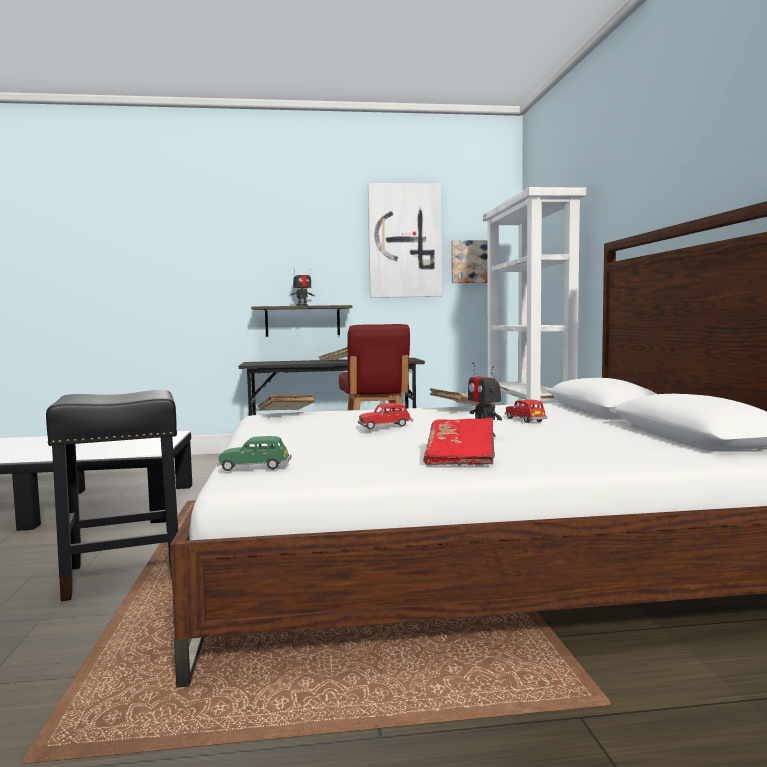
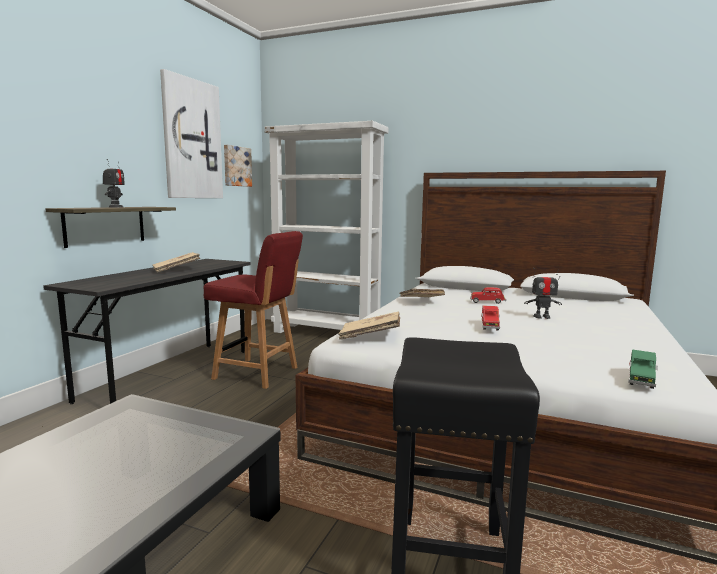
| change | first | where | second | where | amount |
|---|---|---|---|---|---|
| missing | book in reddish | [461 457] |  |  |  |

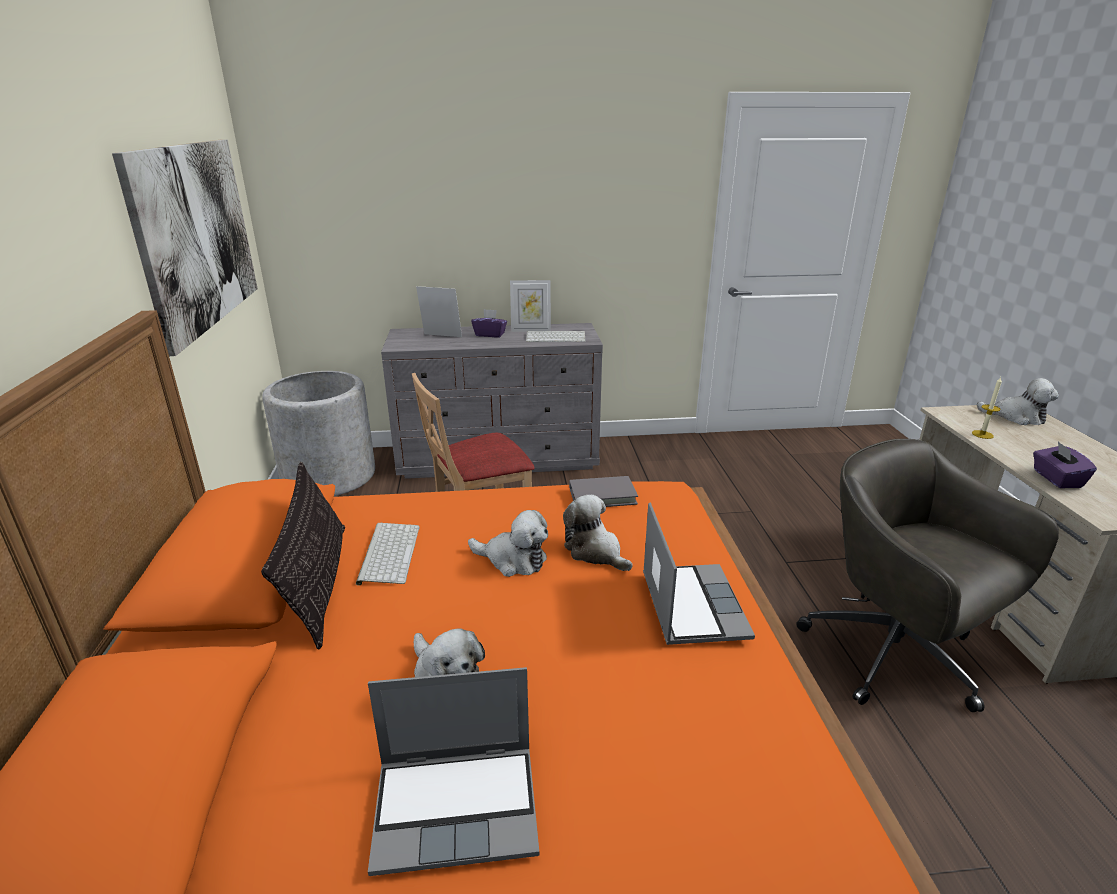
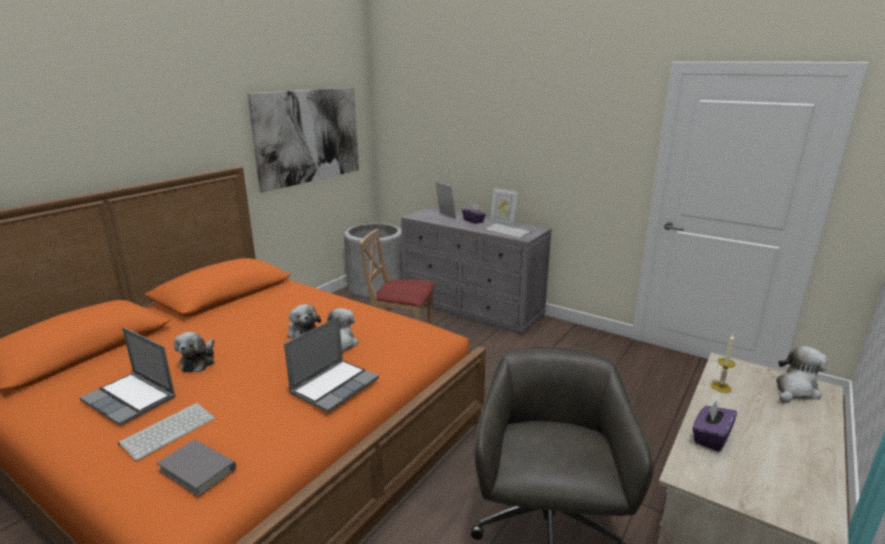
| change | first | where | second | where | amount |
|---|---|---|---|---|---|
| missing | pillow | [319 582] |  |  |  |
| relocated | keyboard | [388 553] |  | [169 430] |  |
| relocated | book in grey | [602 495] |  | [197 469] |  |
| spun | cuddly toy | [1016 417] |  | [795 390] | 105 degrees counterclockwise |

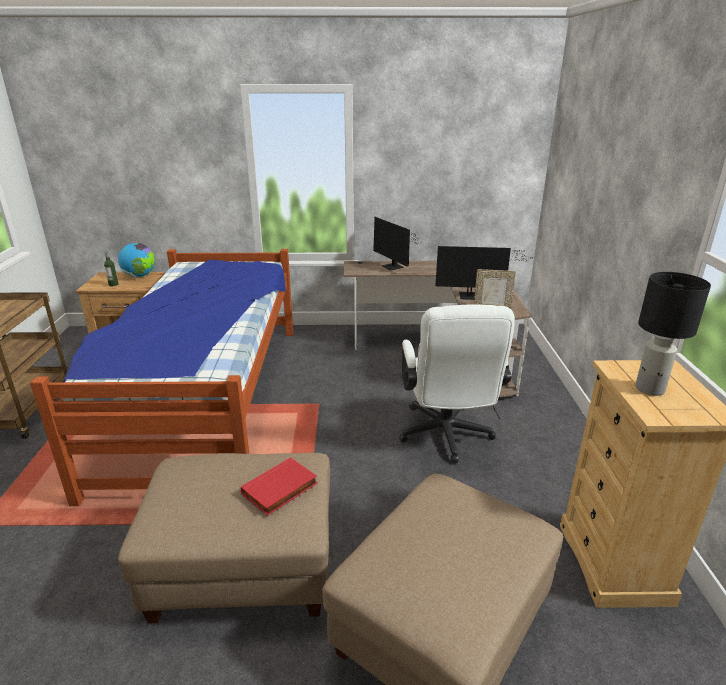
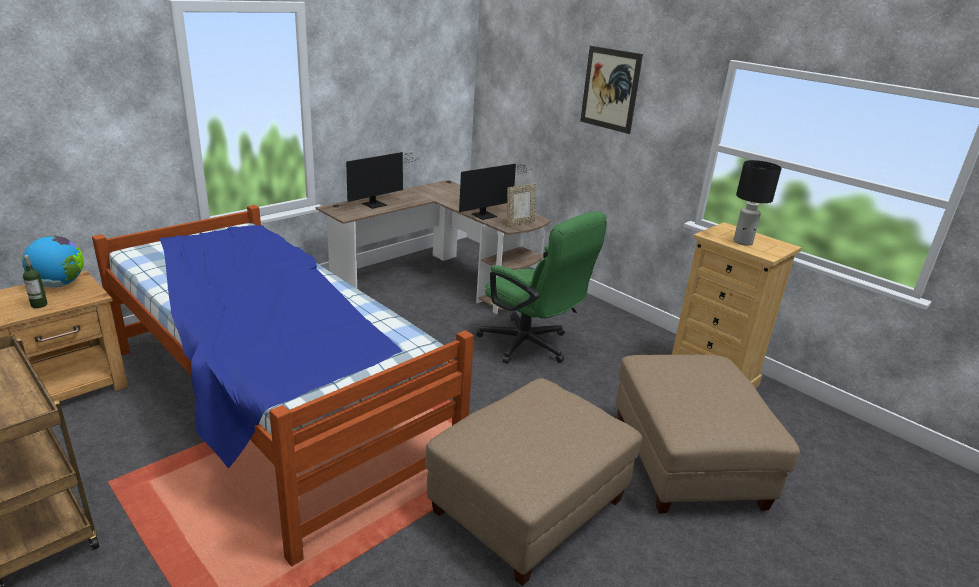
| change | first | where | second | where | amount |
|---|---|---|---|---|---|
| missing | book in reddish | [280 490] |  |  |  |
| spun | computer screen | [393 267] |  | [377 204] | 60 degrees counterclockwise |
| colour | desk chair in white-coloured | [446 437] | desk chair in green-coloured | [531 346] |  |
| appeared |  |  | wall art | [610 89] |  |

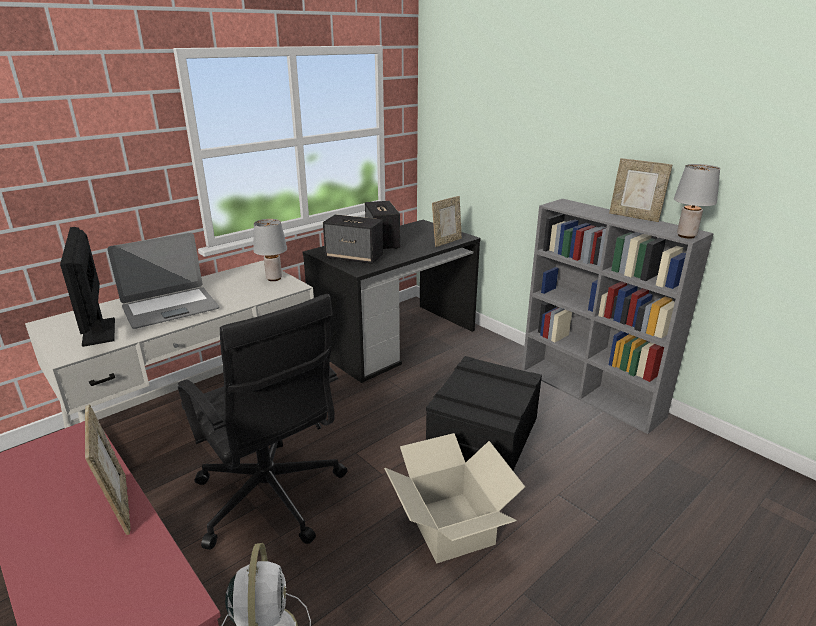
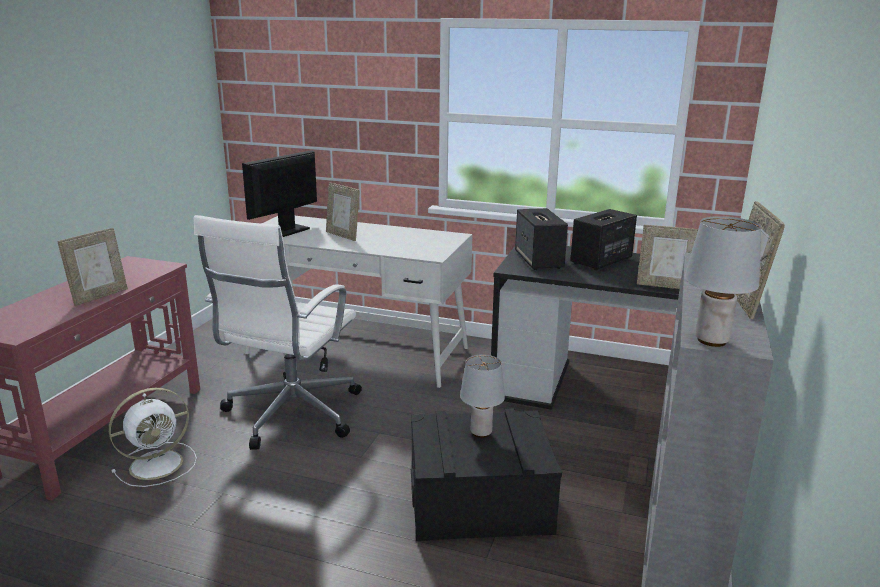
| change | first | where | second | where | amount |
|---|---|---|---|---|---|
| exchanged | portable computer | [170 308] | standing frame | [343 235] |  |
| colour | desk chair in black-coloured | [271 499] | desk chair in white-coloured | [290 415] |  |
| relocated | lamp for a table in grey | [273 278] |  | [480 433] |  |
| missing | cardboard box | [450 526] |  |  |  |

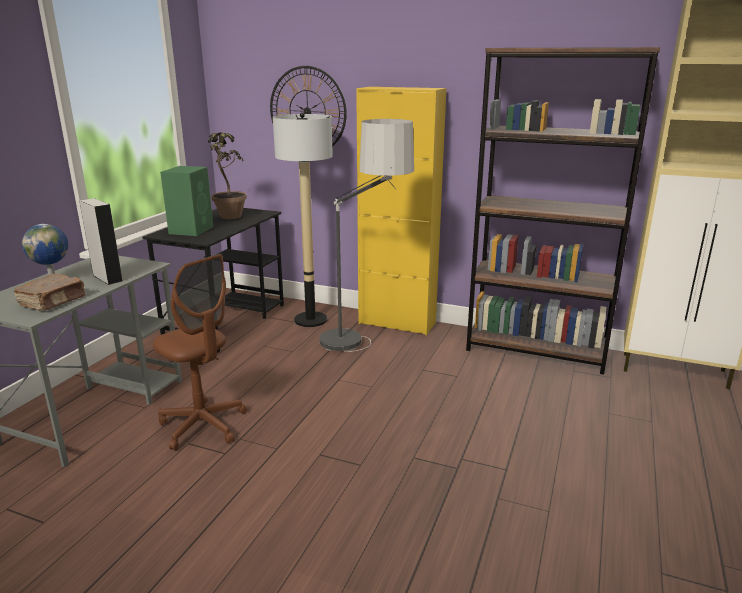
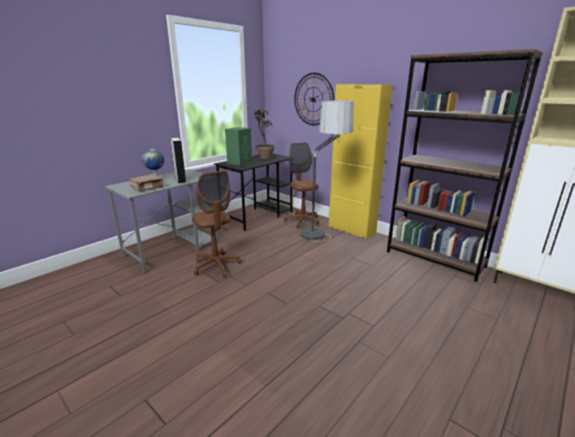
| change | first | where | second | where | amount |
|---|---|---|---|---|---|
| exchanged | standard lamp | [310 320] | desk chair in brownish | [302 221] |  |

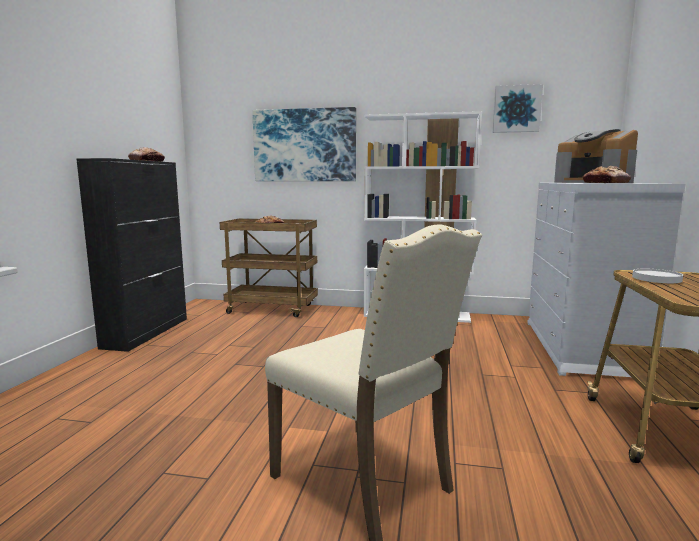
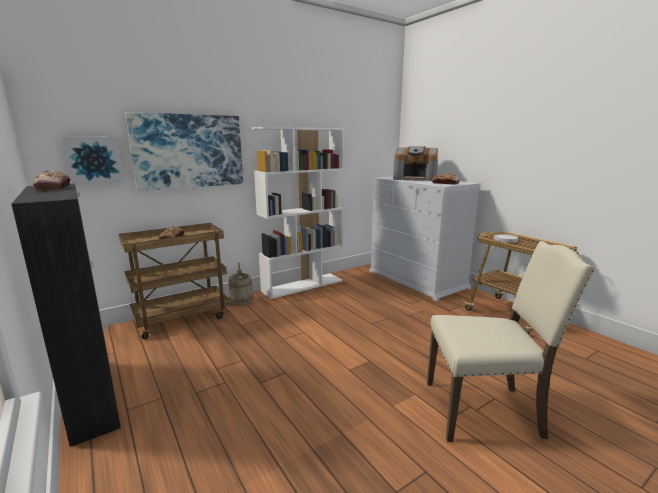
| change | first | where | second | where | amount |
|---|---|---|---|---|---|
| relocated | wall art | [516 109] |  | [94 160] |  |
| appeared |  |  | pail in sand-coloured | [241 300] |  |

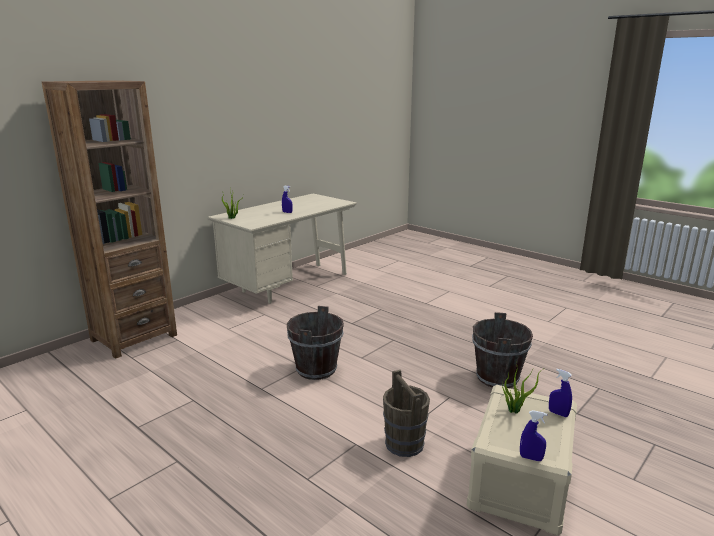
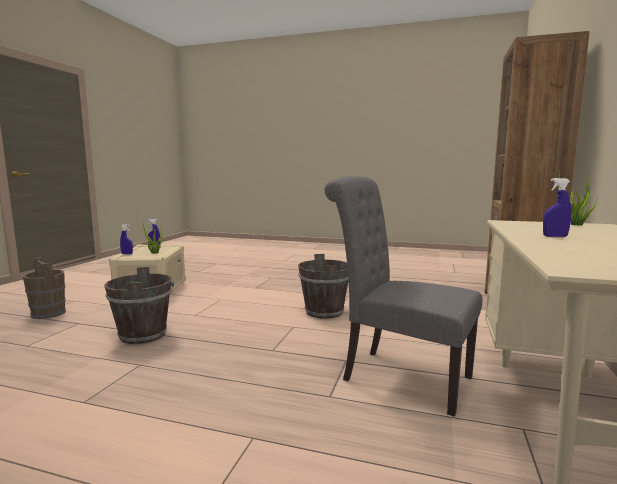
| change | first | where | second | where | amount |
|---|---|---|---|---|---|
| relocated | pail in brownish | [404 444] |  | [48 313] |  |
| appeared |  |  | plain chair in grey | [399 376] |  |

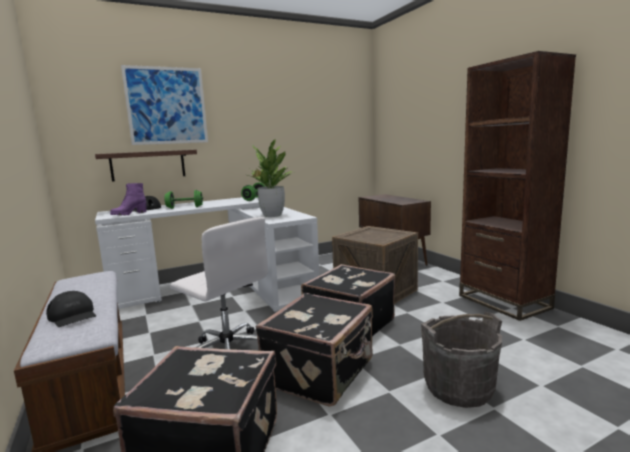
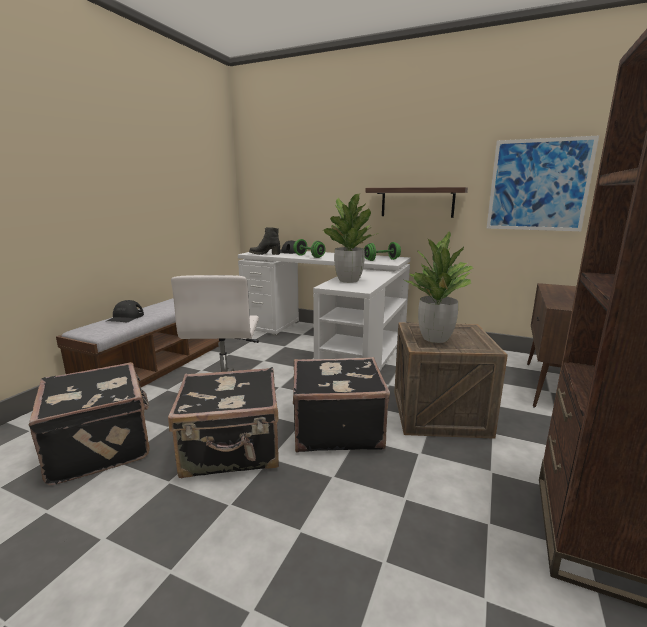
| change | first | where | second | where | amount |
|---|---|---|---|---|---|
| relocated | wall shelf | [148 165] |  | [417 202] |  |
| colour | boot in purplish | [129 214] | boot in black-coloured | [265 254] |  |
| relocated | wall art | [167 106] |  | [538 185] |  |
| missing | pail in grey | [458 388] |  |  |  |
| appeared |  |  | plant in a pot | [435 338] |  |

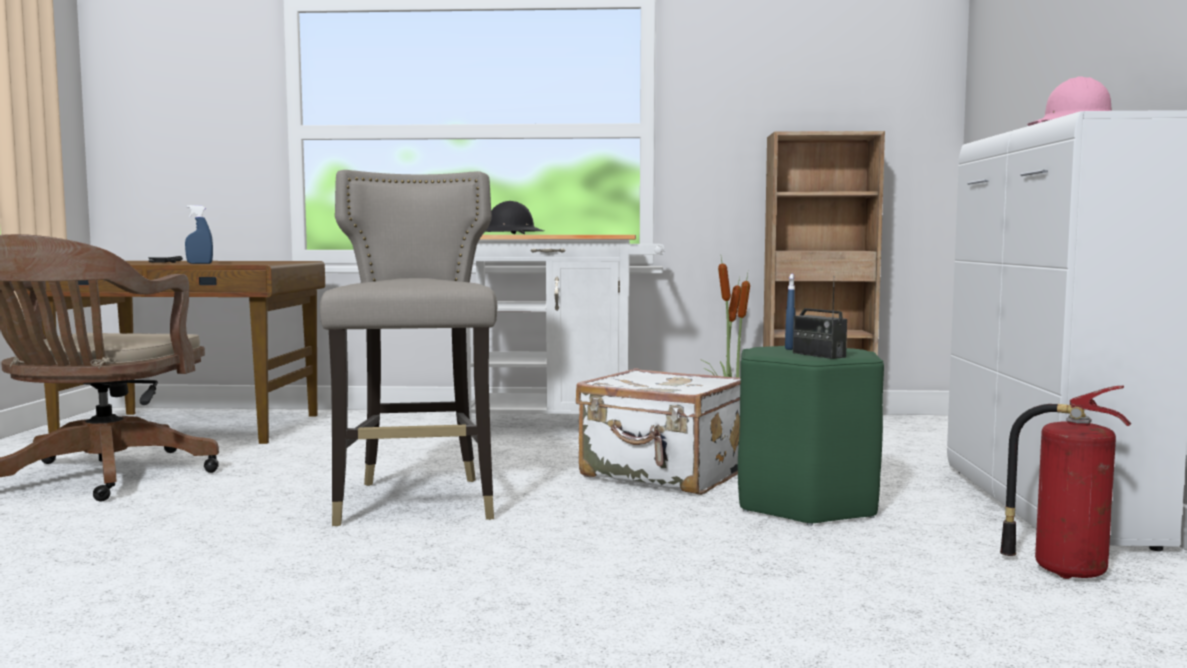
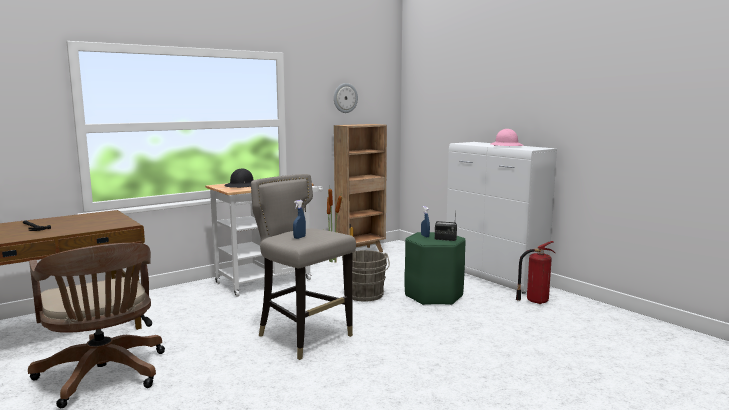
| change | first | where | second | where | amount |
|---|---|---|---|---|---|
| relocated | sprayer in bluish | [199 263] |  | [299 237] |  |
| exchanged | suitcase in white-coloured | [664 475] | pail in grey | [365 296] |  |
| appeared |  |  | clock on the wall | [345 98] |  |

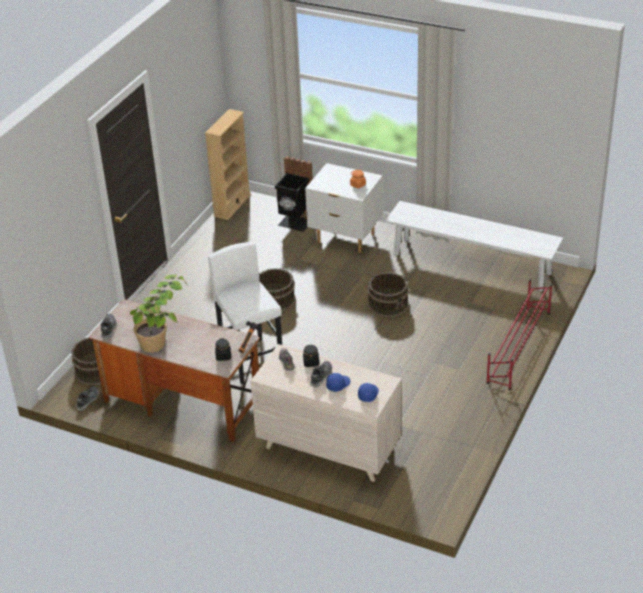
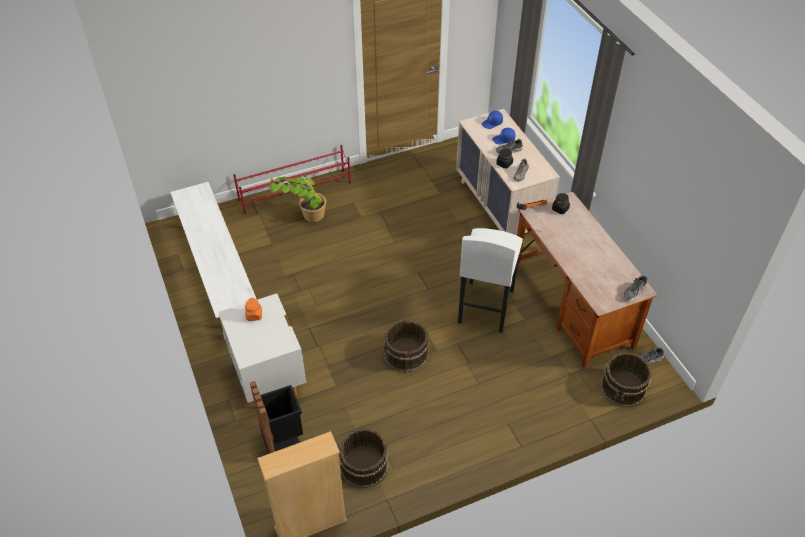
| change | first | where | second | where | amount |
|---|---|---|---|---|---|
| relocated | plant in a pot | [163 338] |  | [302 215] |  |
| relocated | pail in brownish | [388 304] |  | [363 465] |  |

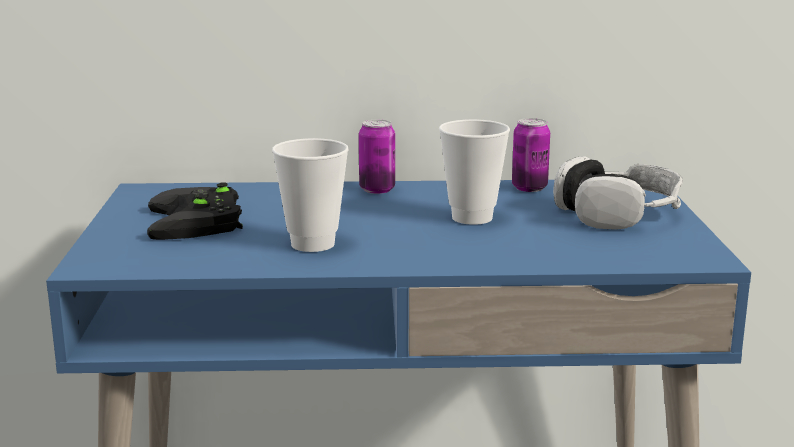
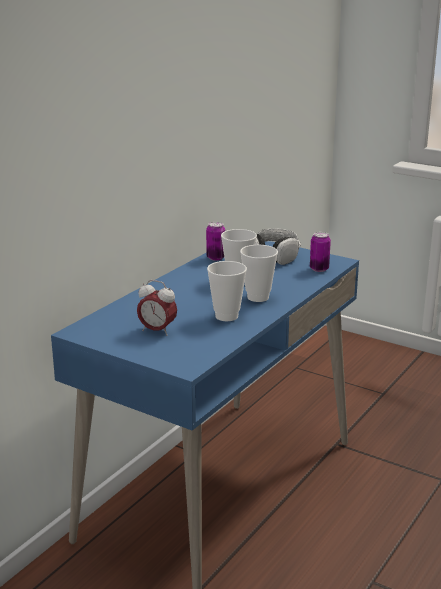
| change | first | where | second | where | amount |
|---|---|---|---|---|---|
| exchanged | game controller in black-coloured | [199 222] | table clock | [157 331] |  |
| relocated | sealed can | [377 189] |  | [319 269] |  |
| appeared |  |  | drinking cup | [258 297] |  |

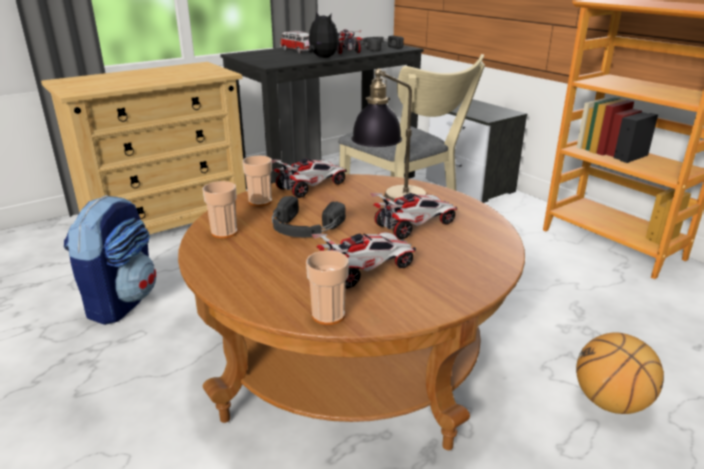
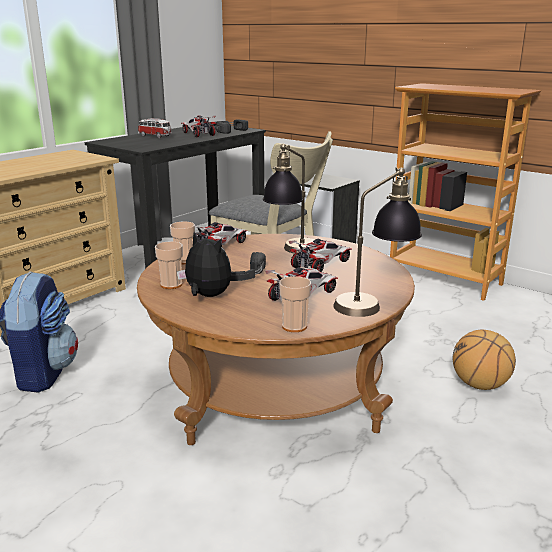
| change | first | where | second | where | amount |
|---|---|---|---|---|---|
| relocated | cuddly toy | [322 58] |  | [206 296] |  |
| appeared |  |  | lamp for a table | [374 303] |  |

